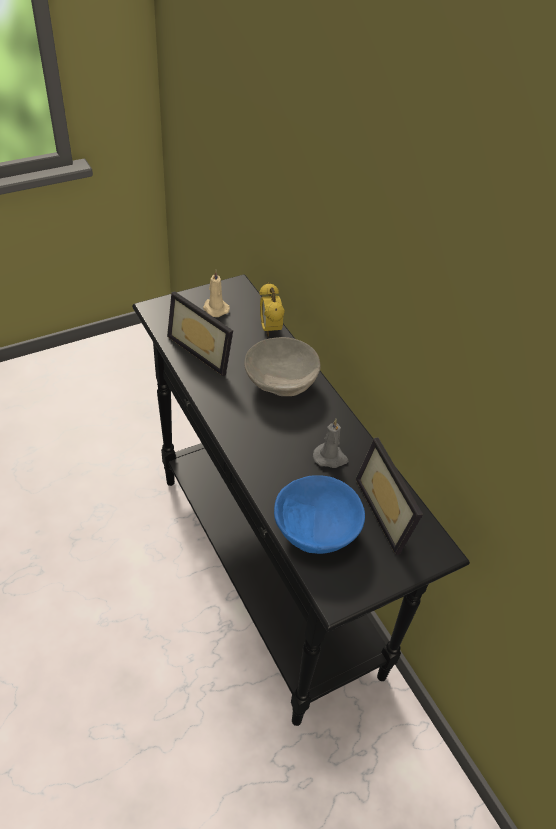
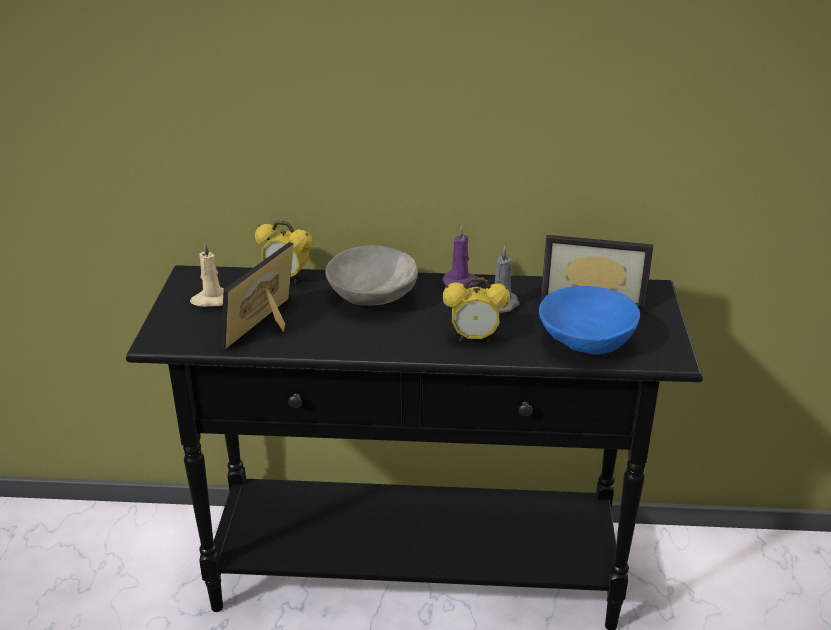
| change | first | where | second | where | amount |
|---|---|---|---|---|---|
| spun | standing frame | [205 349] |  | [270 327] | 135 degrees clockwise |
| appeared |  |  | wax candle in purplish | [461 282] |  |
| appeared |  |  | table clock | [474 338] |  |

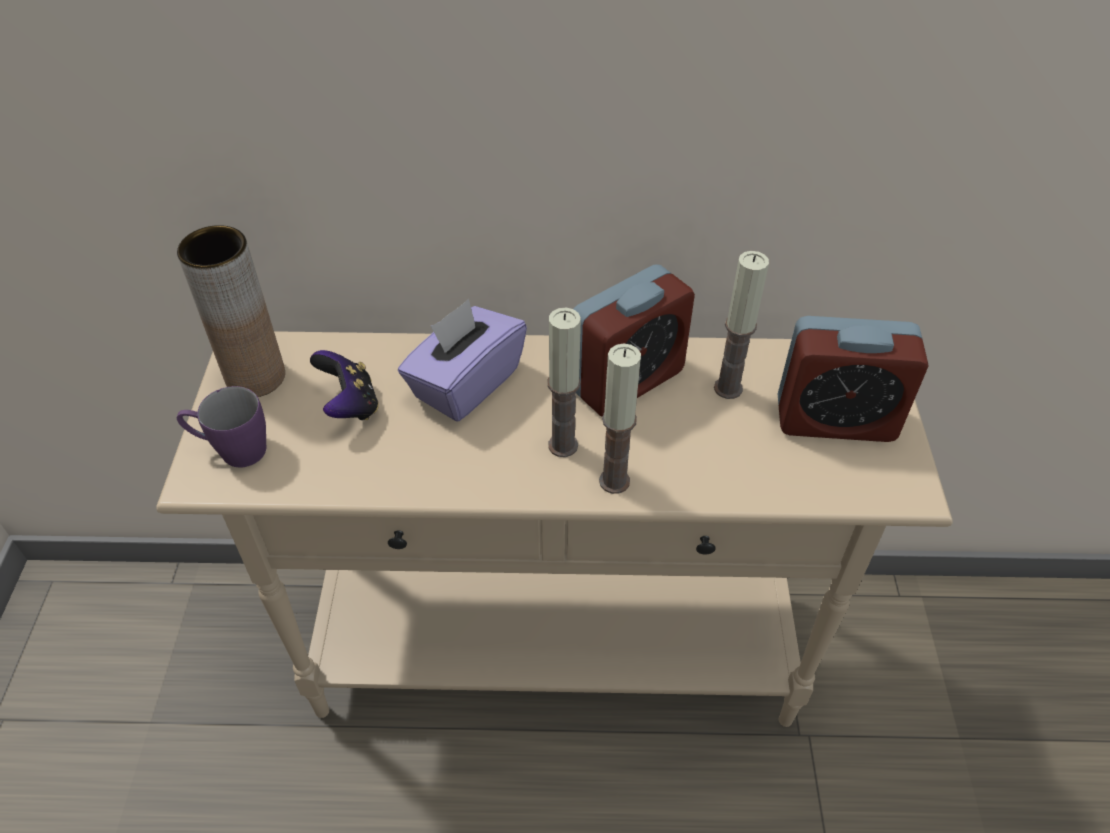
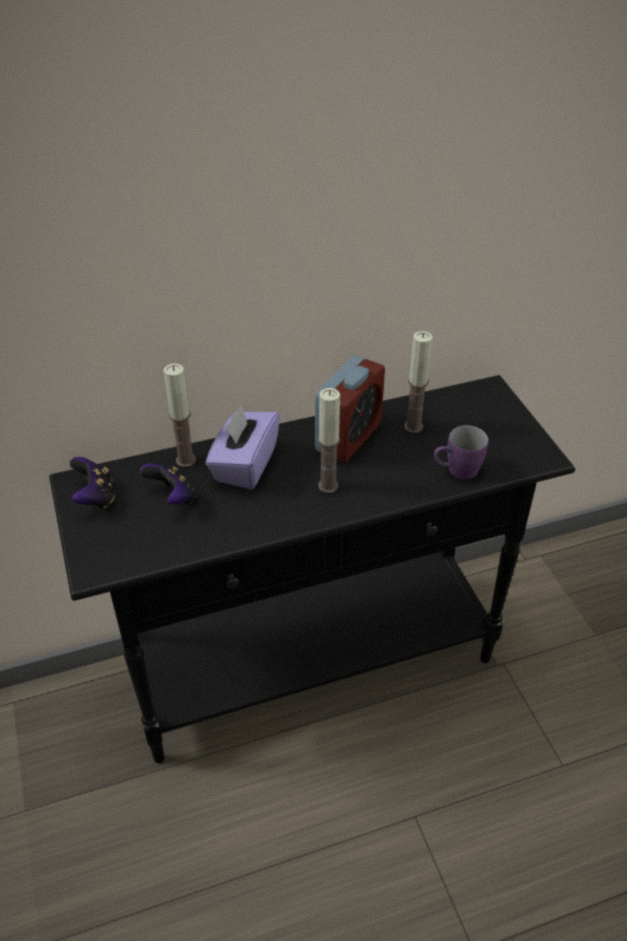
| change | first | where | second | where | amount |
|---|---|---|---|---|---|
| colour | hall table in sand-coloured | [556 652] | hall table in black-coloured | [314 664] |  |
| exchanged | vase in brownish | [255 377] | game controller | [95 497] |  |
| relocated | mug in purplish | [232 450] |  | [456 471] |  |
| relocated | wax candle | [614 481] |  | [186 460] |  |
| missing | table clock | [835 420] |  |  |  |

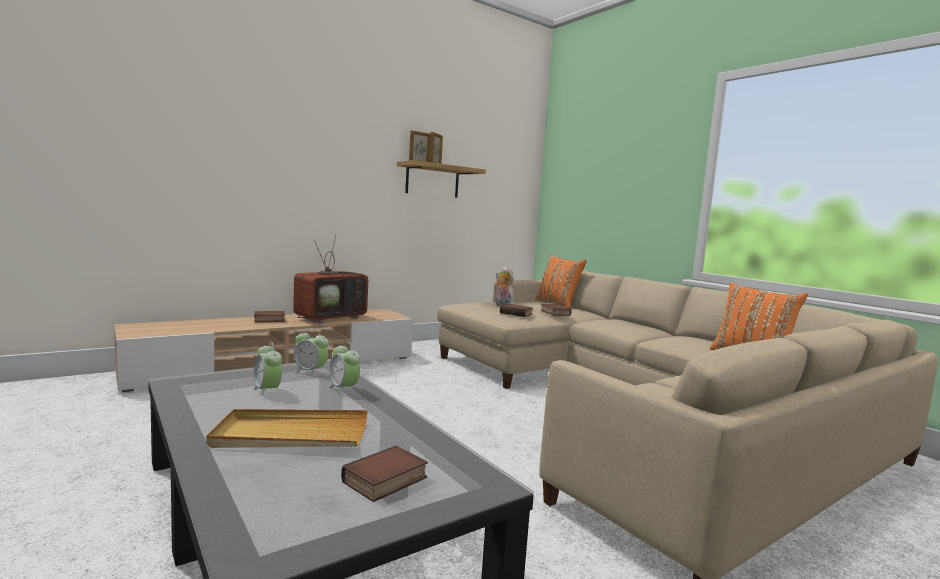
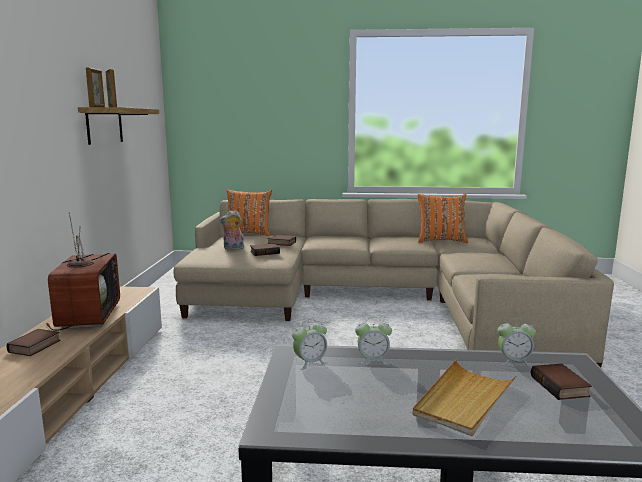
| change | first | where | second | where | amount |
|---|---|---|---|---|---|
| relocated | table clock | [267 391] |  | [514 361] |  |

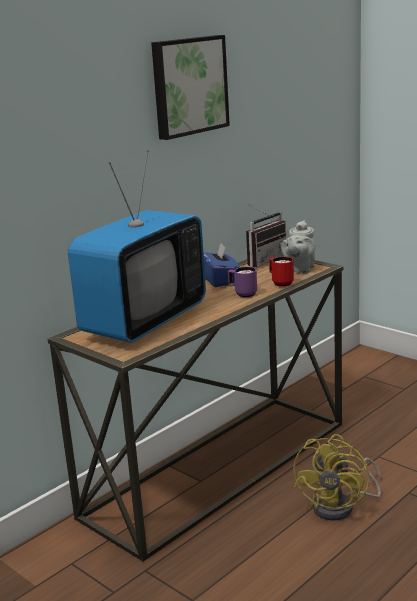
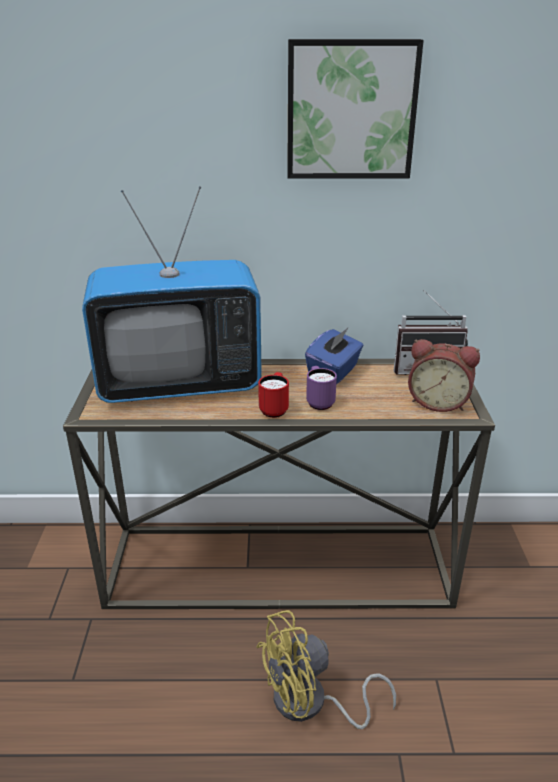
| change | first | where | second | where | amount |
|---|---|---|---|---|---|
| relocated | mug in reddish | [280 282] |  | [274 409] |  |
| exchanged | pot for tea in grey | [299 269] | table clock | [438 402] |  |

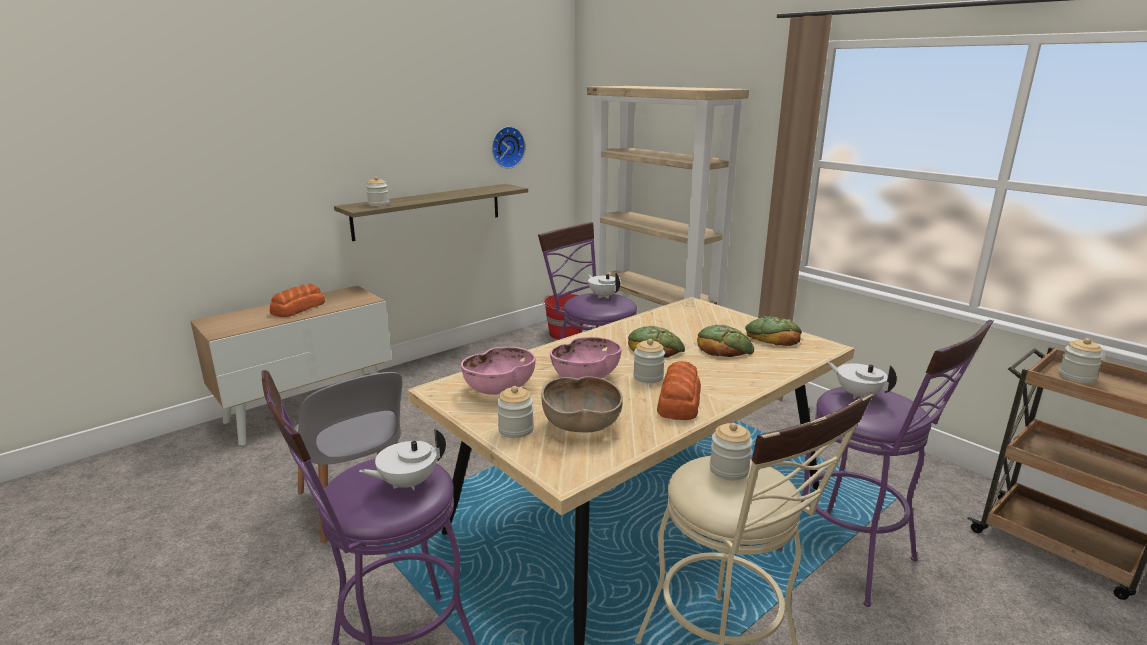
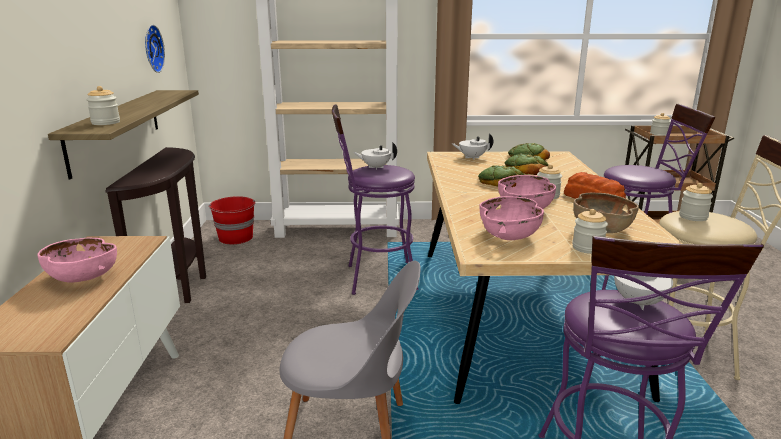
| change | first | where | second | where | amount |
|---|---|---|---|---|---|
| exchanged | bread | [297 308] | deep dish in pink | [82 278] |  |
| relocated | pot for tea in white-coloured | [857 394] |  | [472 157] |  |
| appeared |  |  | hall table in brownish | [178 288] |  |

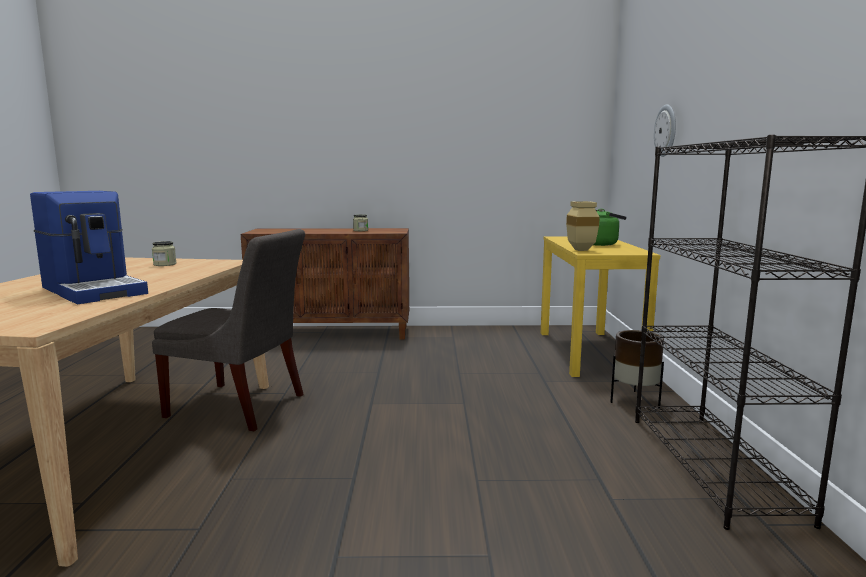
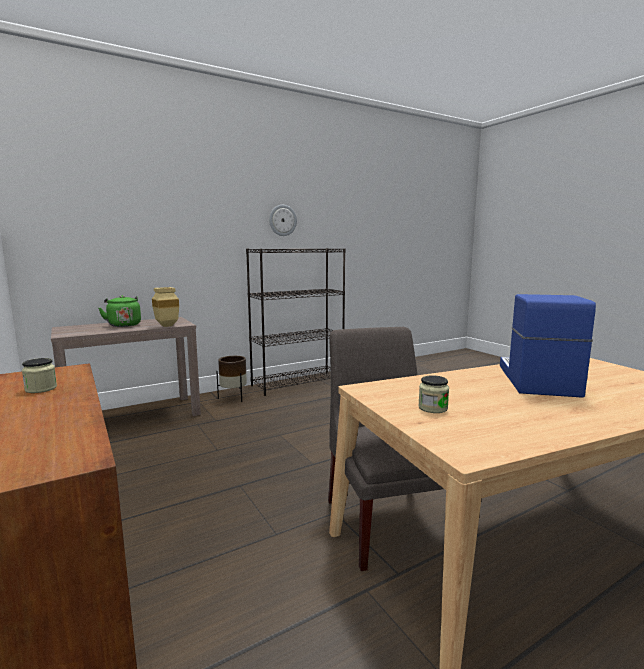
| change | first | where | second | where | amount |
|---|---|---|---|---|---|
| colour | hall table in yellowish | [589 352] | hall table in brownish | [133 416] |  |
| relocated | clock on the wall | [666 130] |  | [282 220] |  |

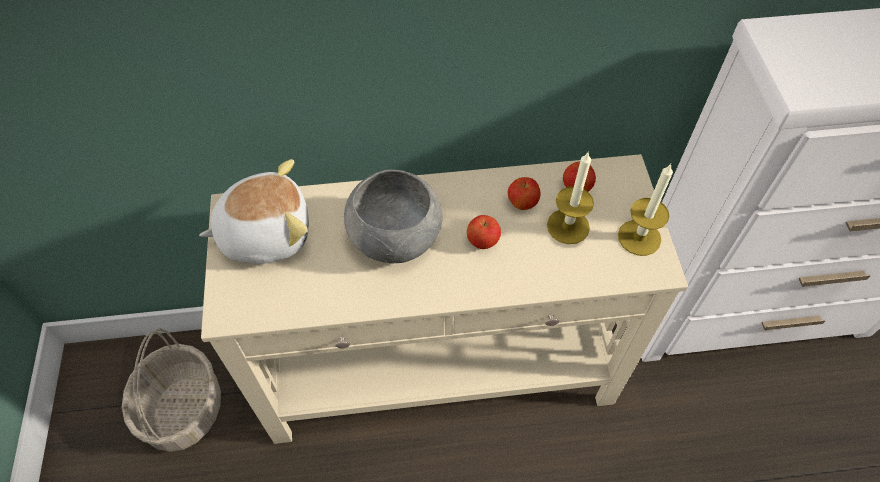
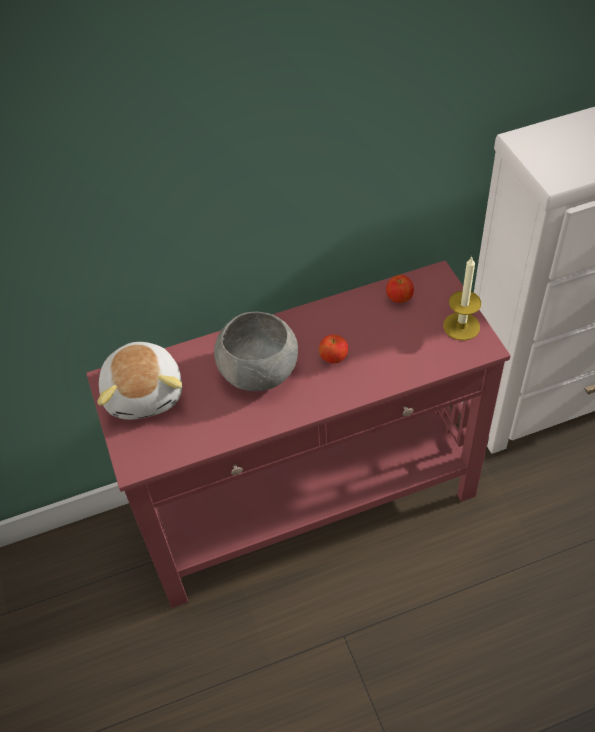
| change | first | where | second | where | amount |
|---|---|---|---|---|---|
| missing | household basket | [183 408] |  |  |  |
| spun | cuddly toy | [265 233] |  | [145 392] | 105 degrees clockwise |
| colour | hall table in sand-coloured | [441 368] | hall table in reddish | [310 503] |  |
| missing | whole apple | [522 203] |  |  |  |
| missing | wax candle | [568 226] |  |  |  |

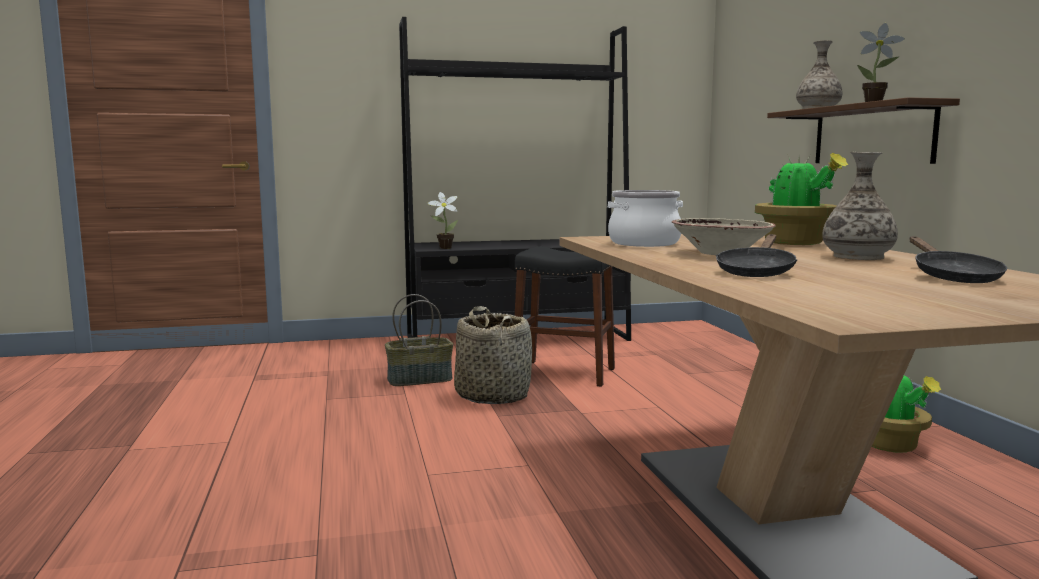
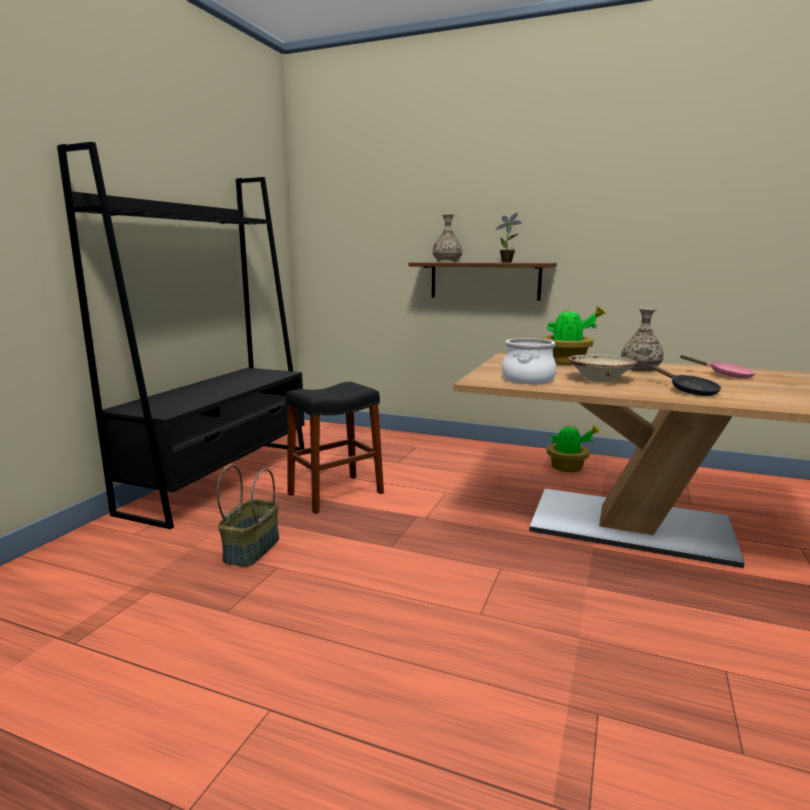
| change | first | where | second | where | amount |
|---|---|---|---|---|---|
| missing | plant in a pot | [443 248] |  |  |  |
| missing | household basket | [493 395] |  |  |  |
| colour | skillet in black-coloured | [952 277] | skillet in pink | [725 375] |  |

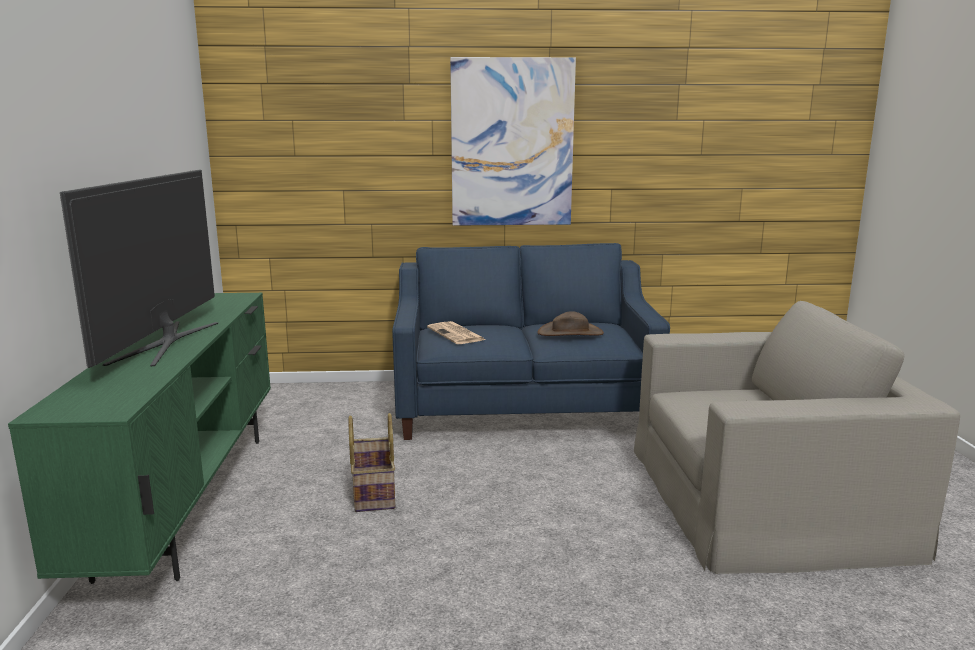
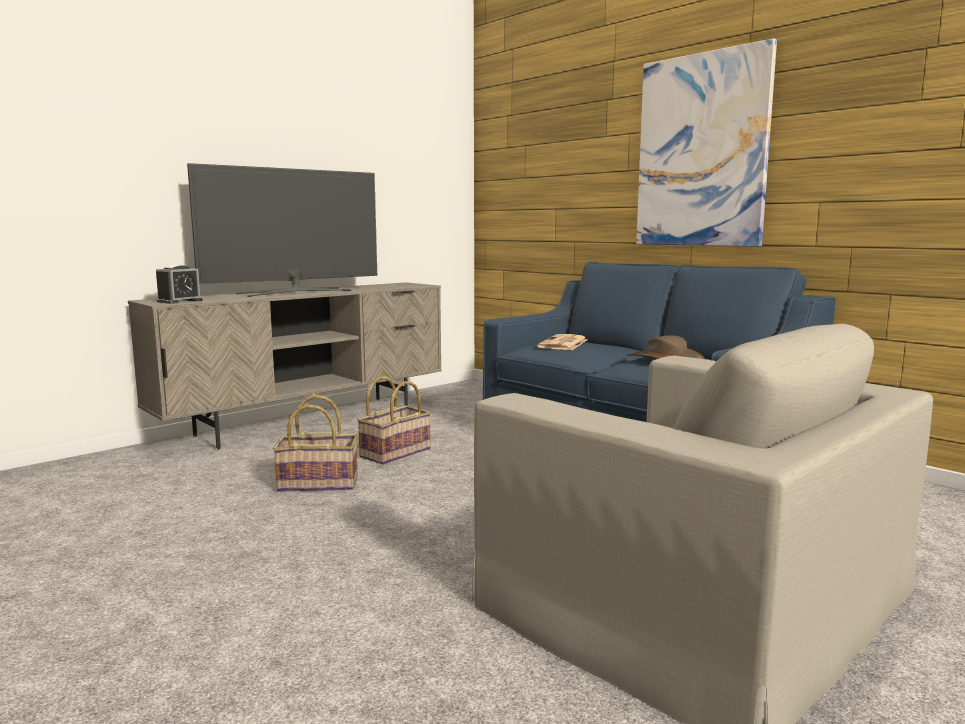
| change | first | where | second | where | amount |
|---|---|---|---|---|---|
| colour | tv stand in green-coloured | [190 499] | tv stand in sand-coloured | [309 421] |  |
| appeared |  |  | table clock | [179 301] |  |
| appeared |  |  | household basket | [319 483] |  |

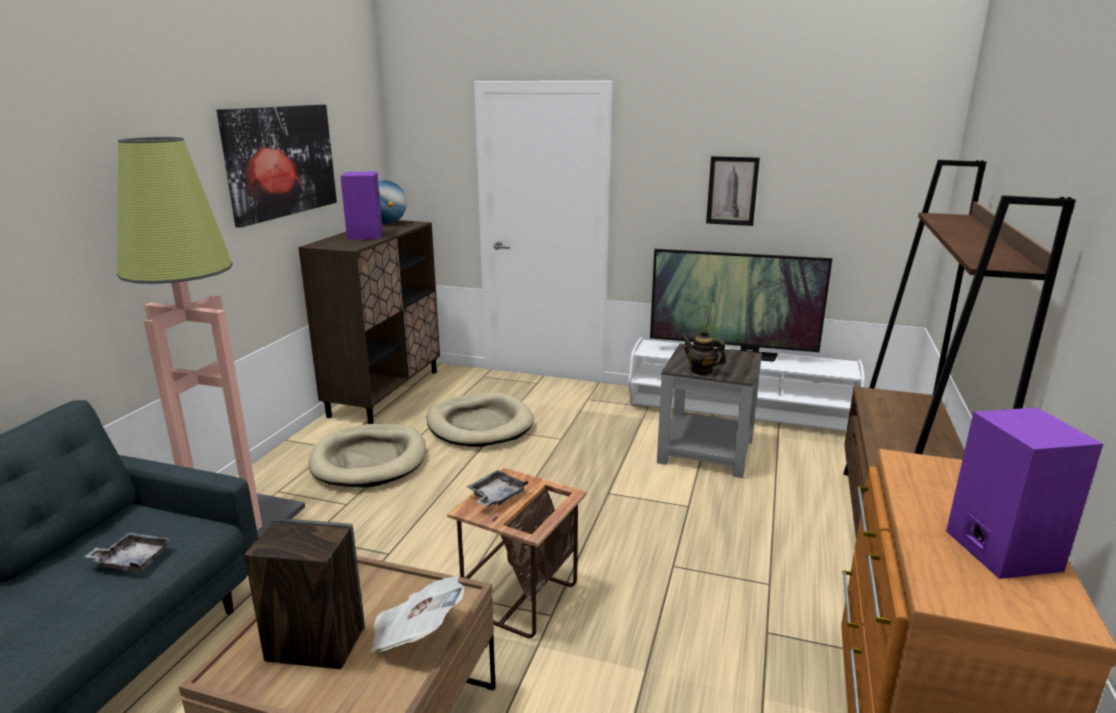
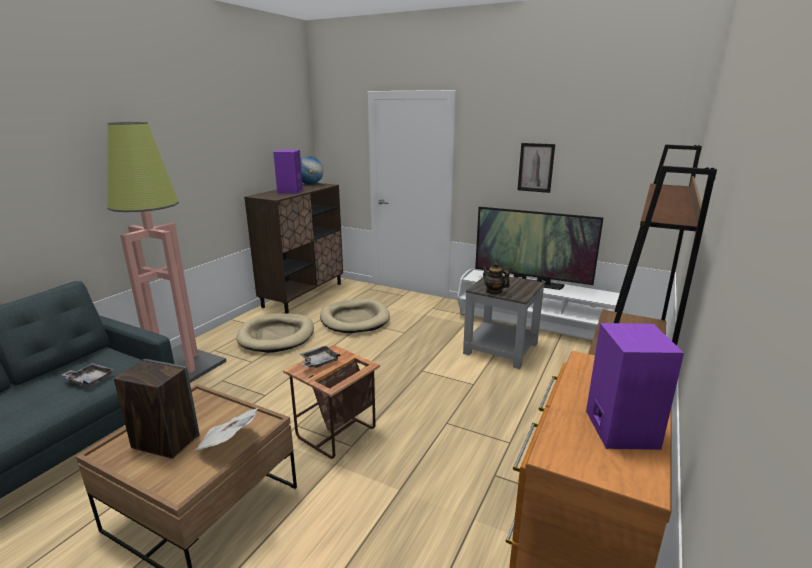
| change | first | where | second | where | amount |
|---|---|---|---|---|---|
| missing | wall art | [281 161] |  |  |  |

